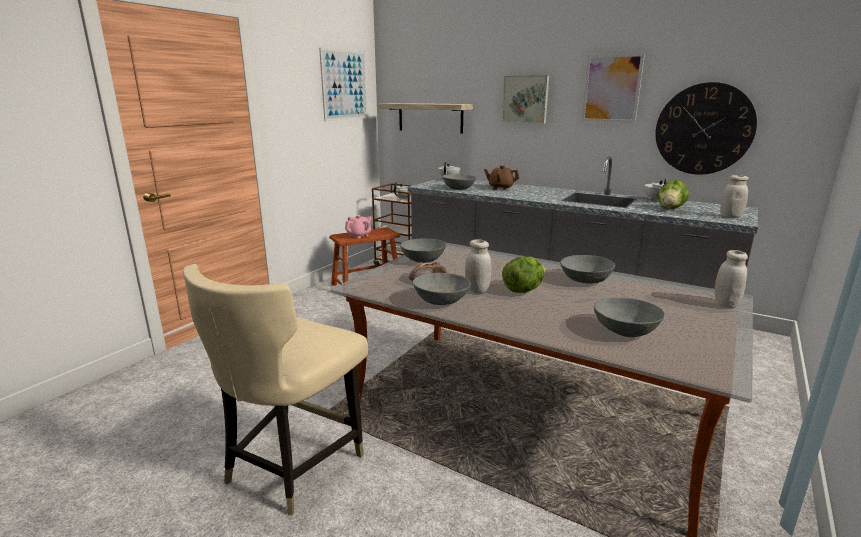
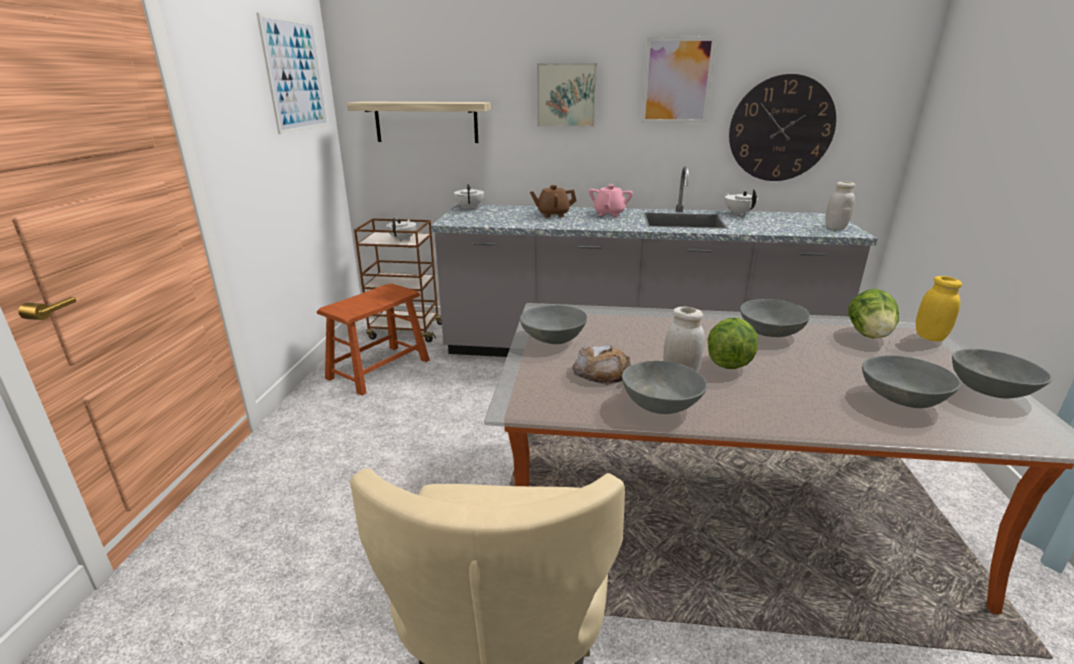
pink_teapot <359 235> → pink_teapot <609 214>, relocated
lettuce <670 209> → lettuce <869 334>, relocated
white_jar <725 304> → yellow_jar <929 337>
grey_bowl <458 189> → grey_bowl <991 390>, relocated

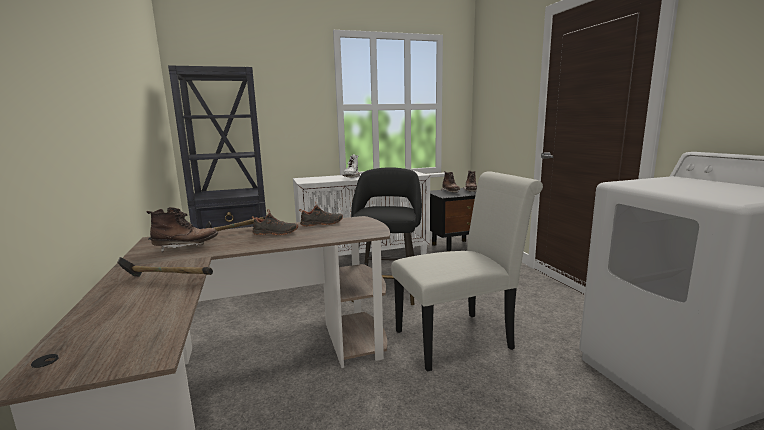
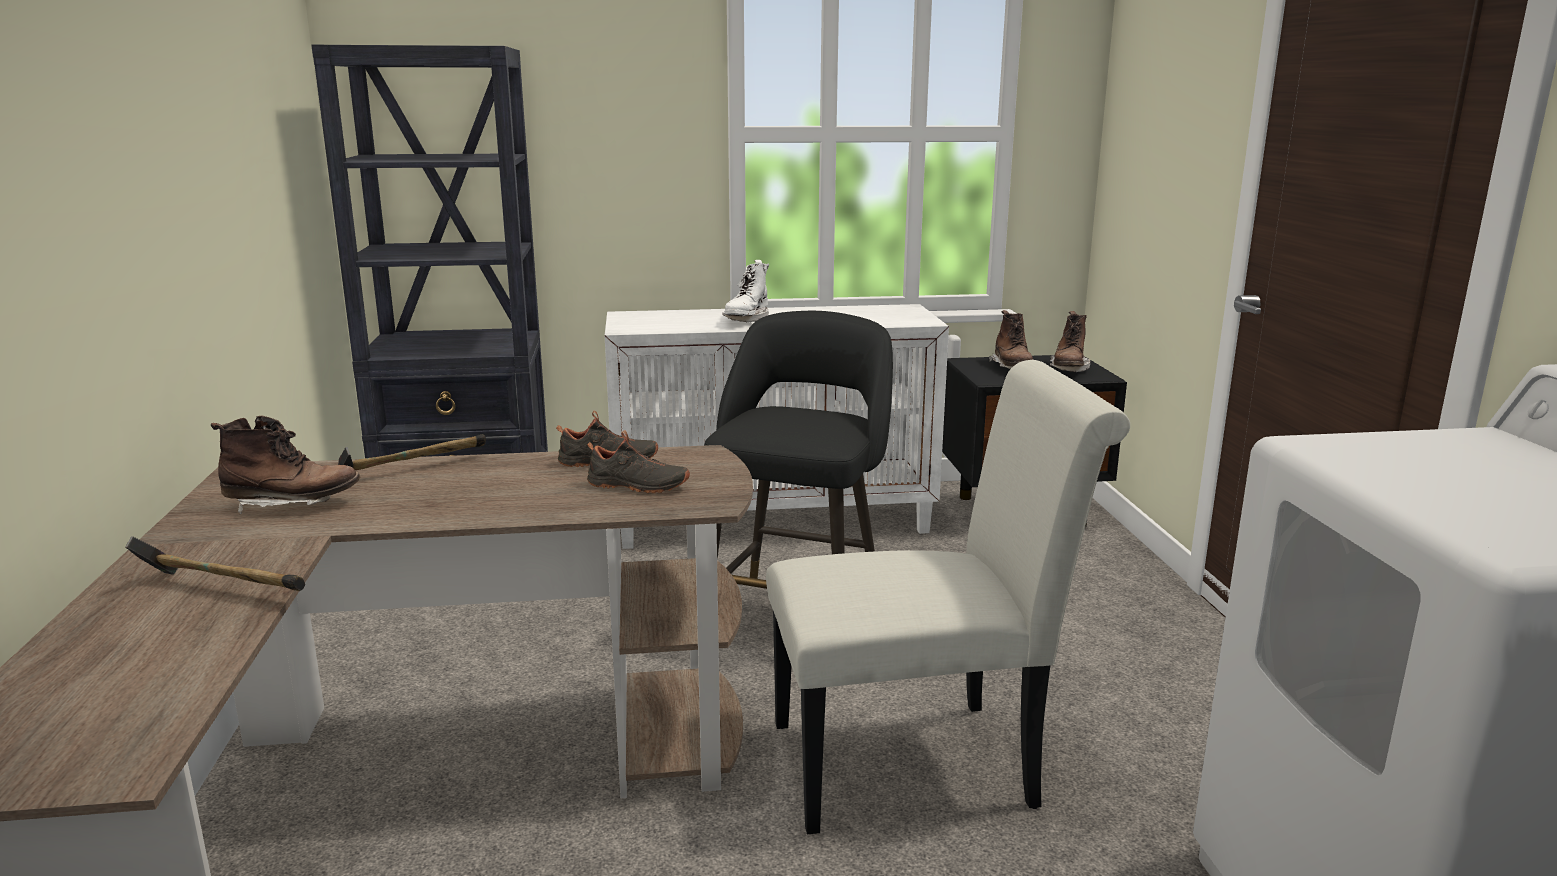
black_shoe <275 233> → black_shoe <637 487>, relocated

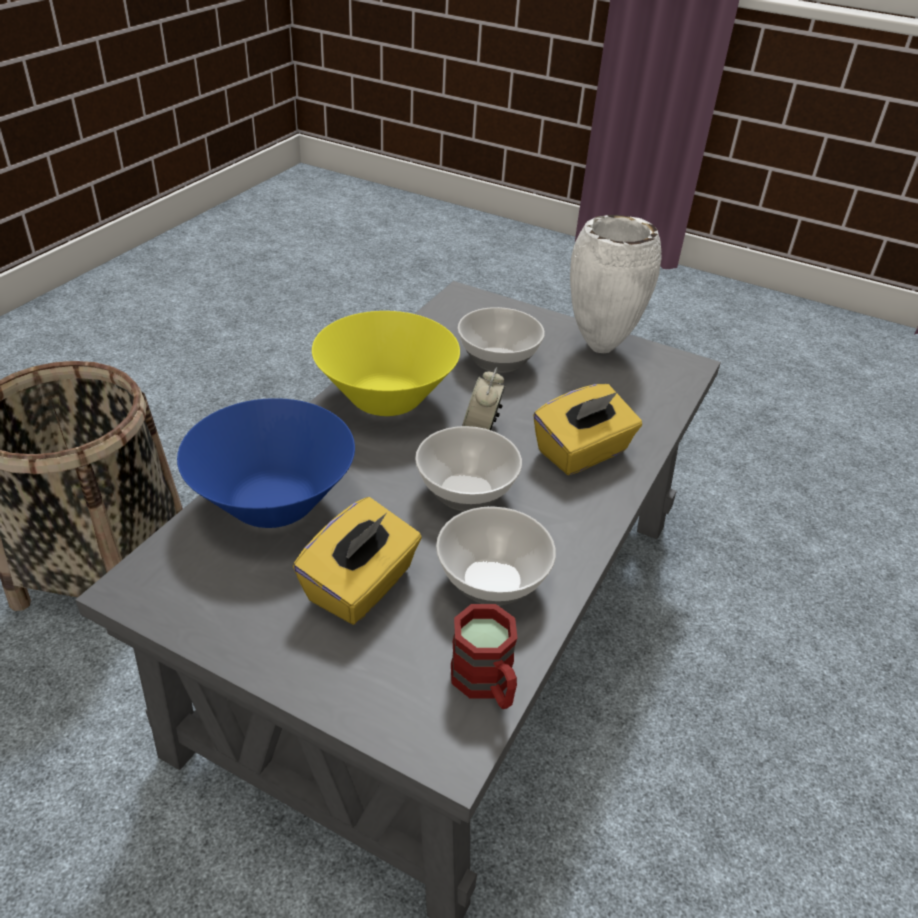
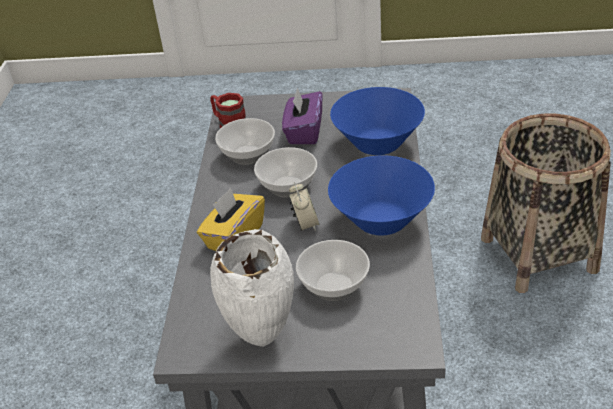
yellow_tissue_box <361 586> → purple_tissue_box <304 132>
yellow_bowl <387 398> → blue_bowl <381 221>

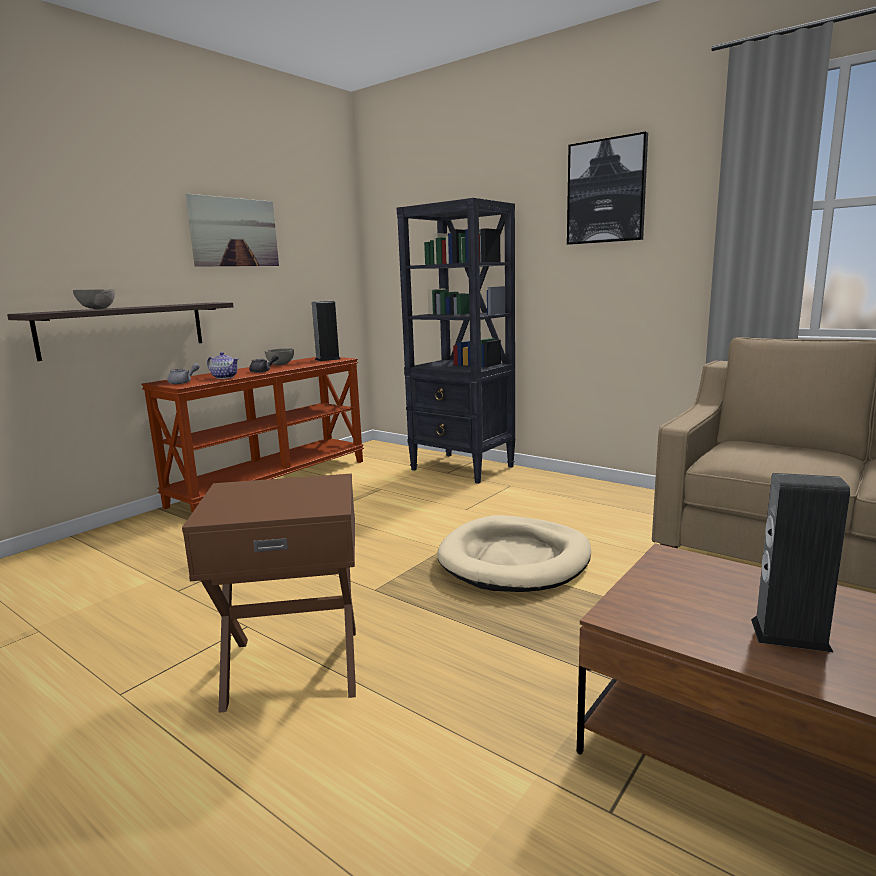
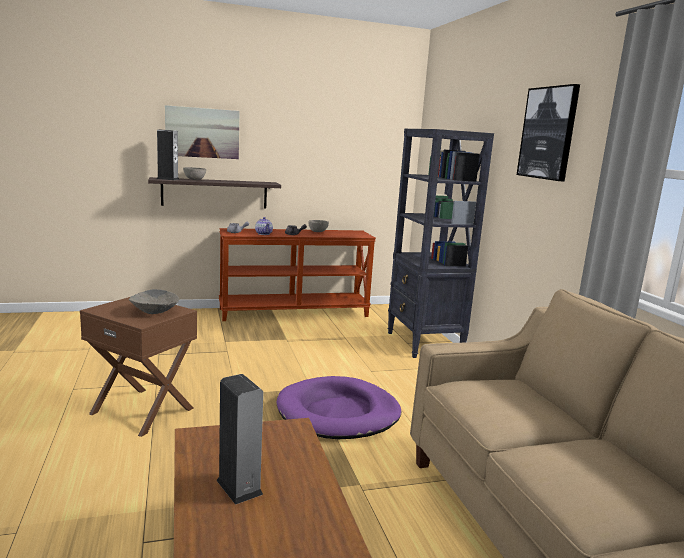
- → grey_bowl <154 312>
speaker <327 359> → speaker <168 179>, relocated
picture <234 232> → picture <202 133>, relocated
beige_dog_bed <515 559> → purple_dog_bed <338 413>

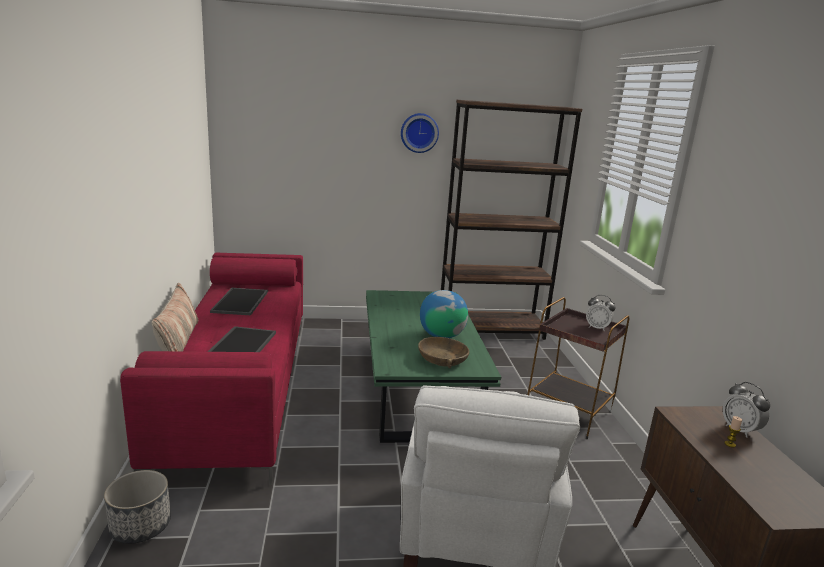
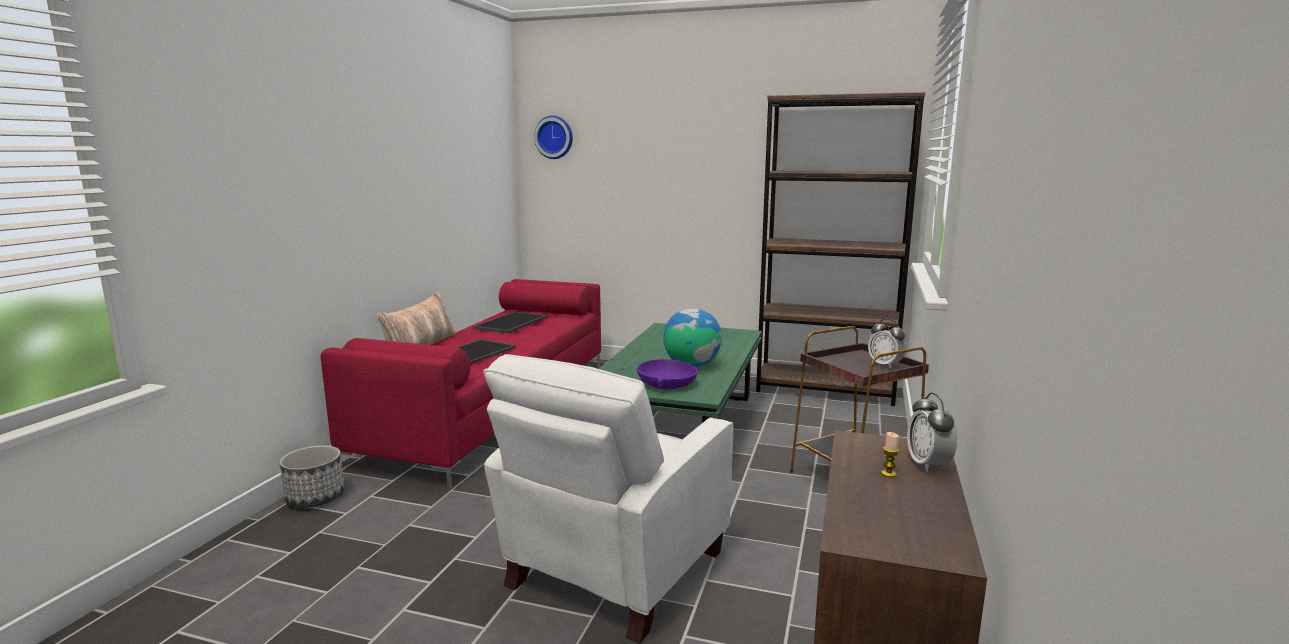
wall_clock <419 133> → wall_clock <554 137>, relocated
brown_bowl <443 359> → purple_bowl <667 383>

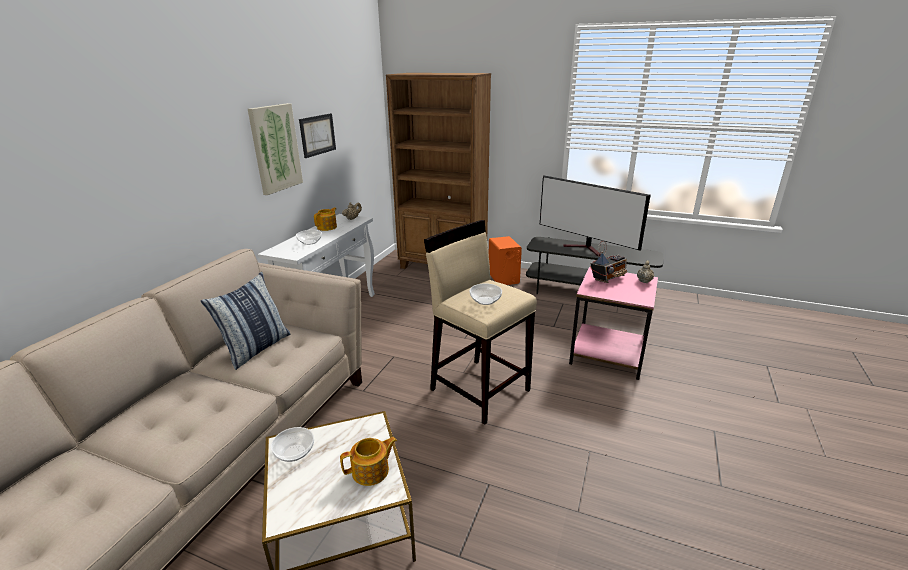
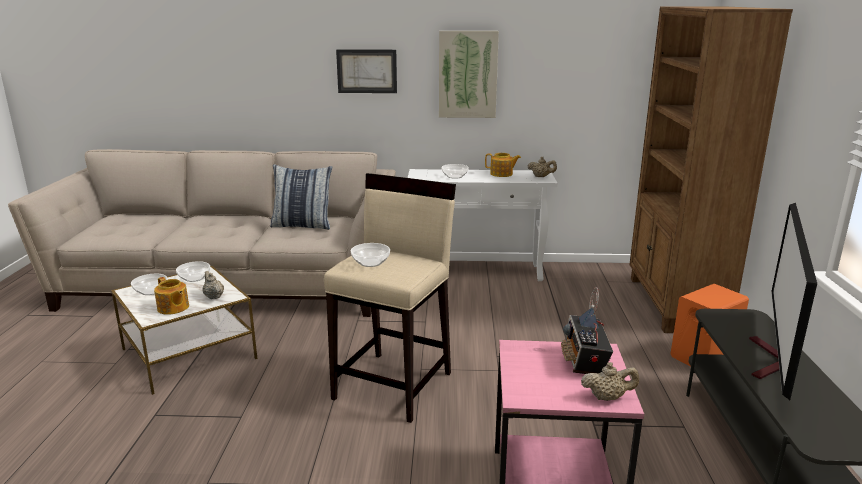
- → bowl <150 291>
- → beige_teapot <213 296>
picture <317 135> → picture <367 71>, relocated
radio <608 278> → radio <584 362>, 60 degrees clockwise

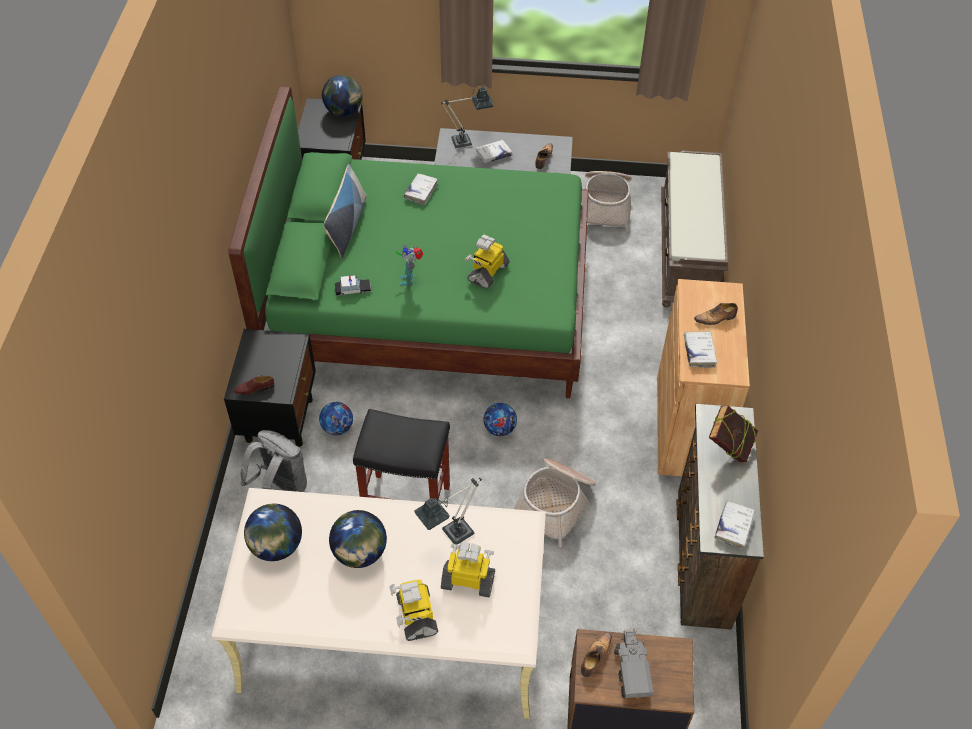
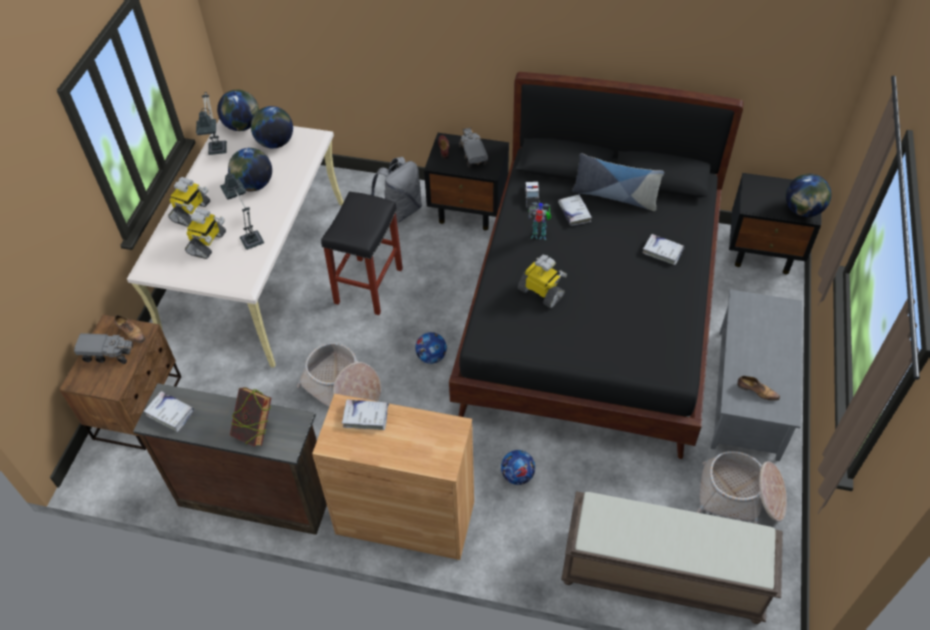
toy_robot <415 615> → toy_robot <191 212>, 120 degrees clockwise
table_lamp <466 141> → table_lamp <217 152>, relocated
- → globe <242 126>
green_bed <429 303> → black_bed <591 316>
- → toy_truck <472 155>
football <337 428> → football <517 475>, relocated
white_book <493 155> → white_book <574 213>, relocated
shoe <716 318> → -

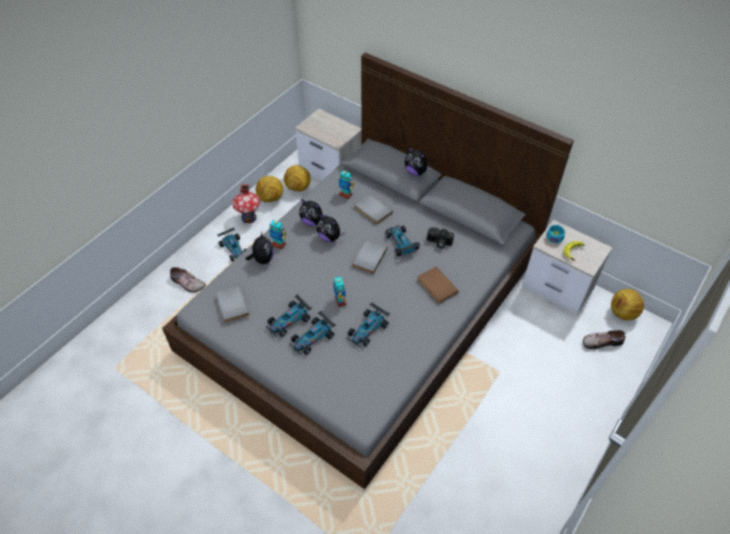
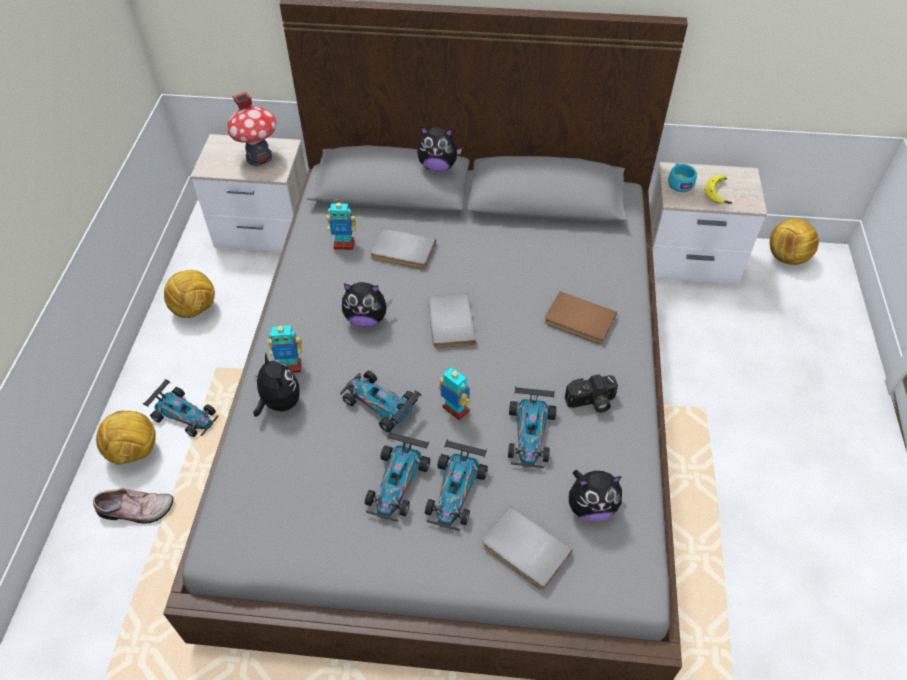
football <298 188> → football <135 451>, relocated
toy_house <249 218> → toy_house <259 157>, relocated
toy_car <401 243> → toy_car <380 404>, relocated
grey_book <230 305> → grey_book <524 551>, relocated
photo_camera <439 242> → photo_camera <591 402>, relocated
plush_toy <312 221> → plush_toy <591 506>, relocated
shoe <601 341> → -

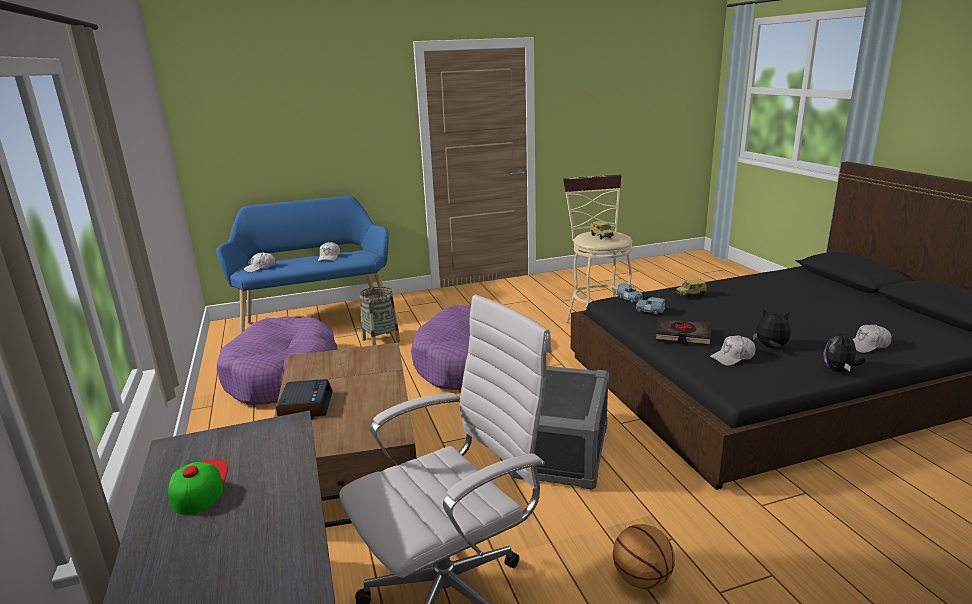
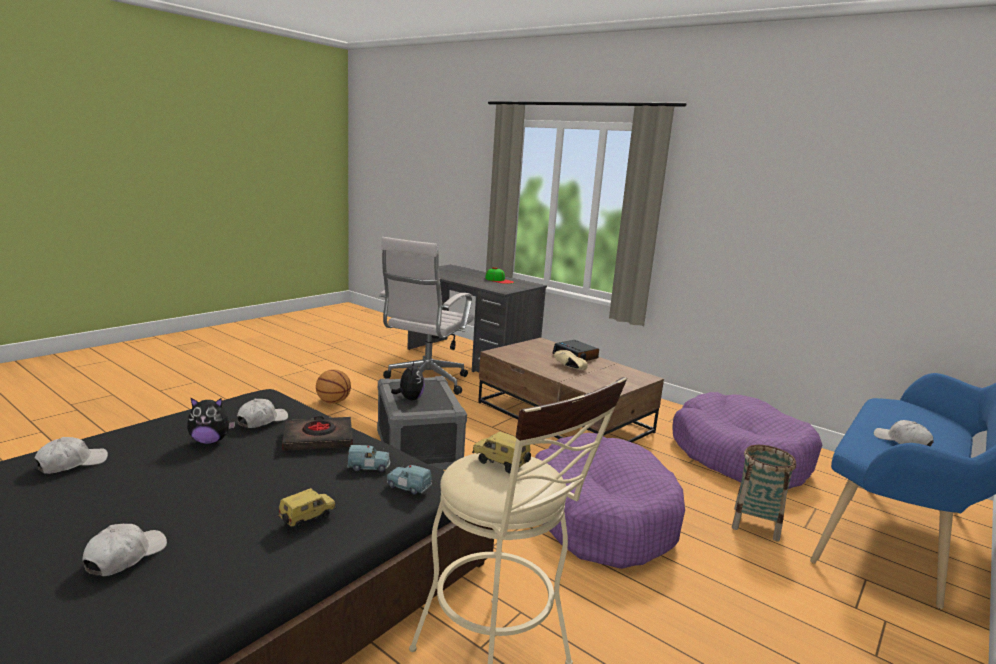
white_cap <260 268> → white_cap <125 556>, relocated
plush_toy <839 370> → plush_toy <409 399>, relocated
- → beige_shoe <568 367>

